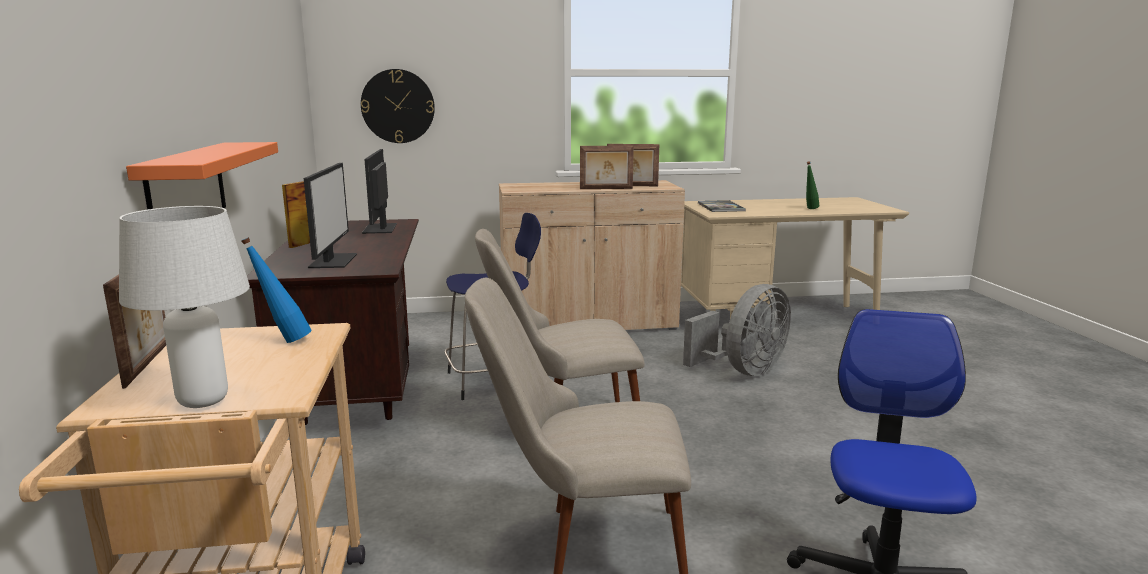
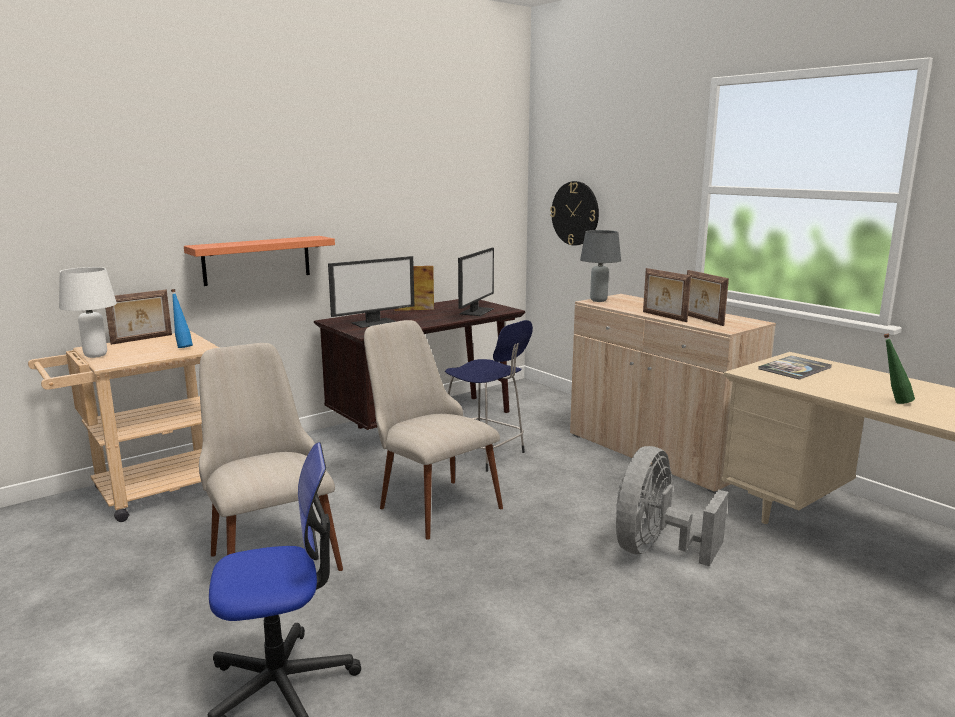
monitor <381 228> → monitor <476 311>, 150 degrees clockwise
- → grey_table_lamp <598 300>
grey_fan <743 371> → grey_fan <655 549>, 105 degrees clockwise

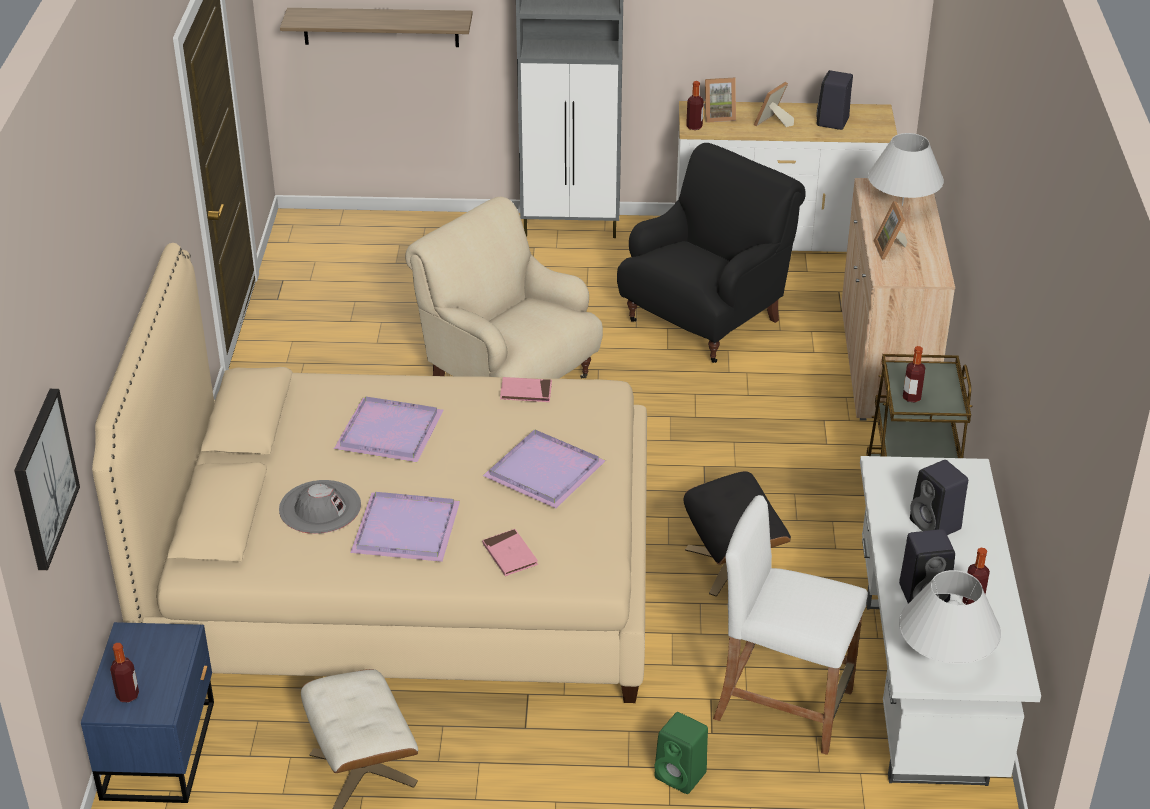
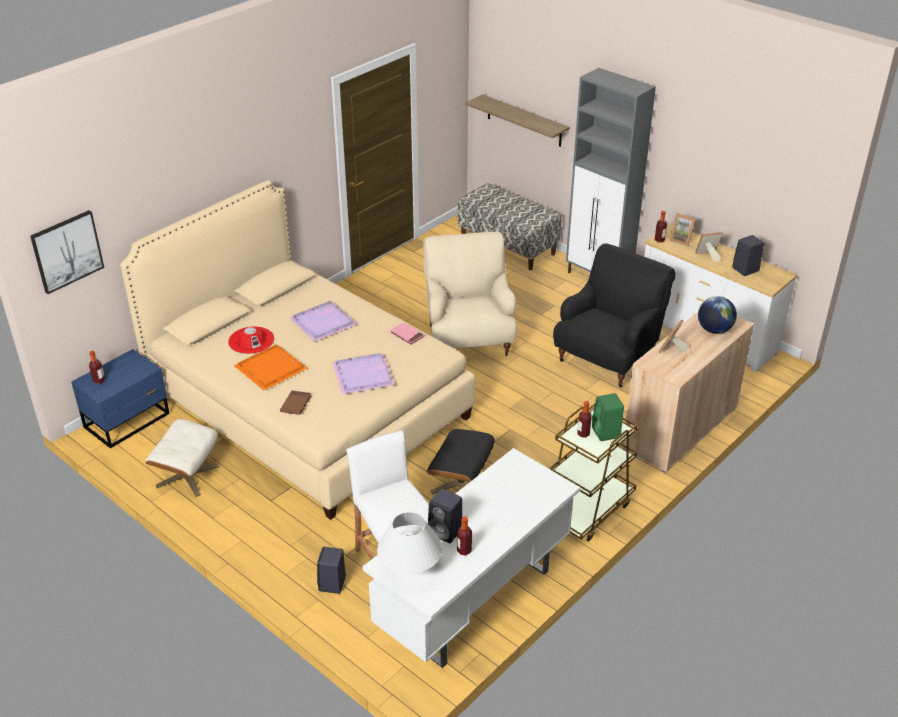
grey_hat <320 507> → red_hat <251 340>
purple_tray <408 528> → orange_tray <272 369>
pink_book <510 555> → brown_book <296 404>
black_speaker <936 525> → black_speaker <332 584>, relocated
- → bench <508 245>
black_armchair <706 320> → black_armchair <608 358>, 45 degrees counterclockwise
green_speaker <682 776> → green_speaker <606 433>, relocated
white_table_lamp <902 205> → globe <714 330>

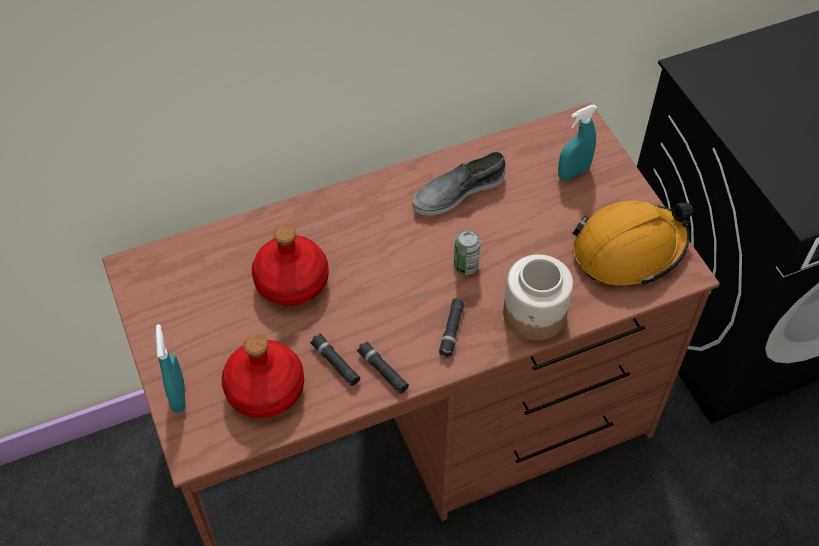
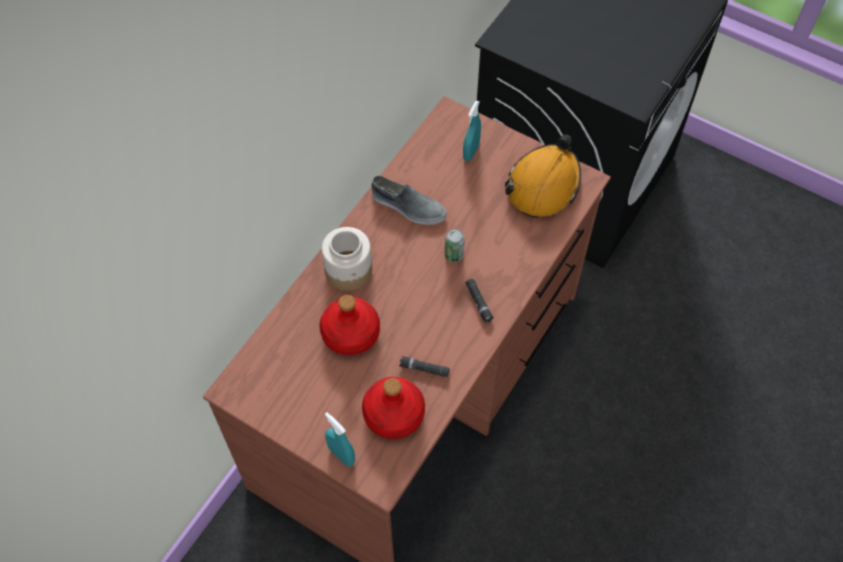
jar <535 315> → jar <349 271>, relocated
grey_shoe <458 191> → grey_shoe <408 206>, 90 degrees counterclockwise
black_flashlight <382 370> → -

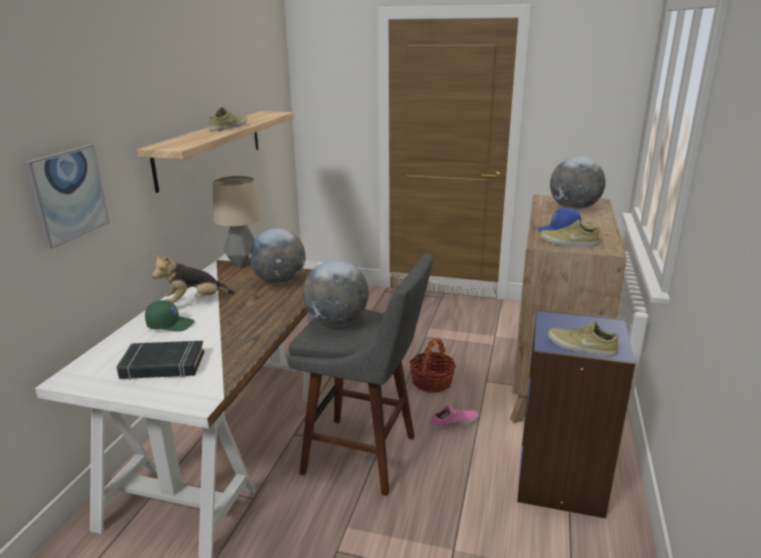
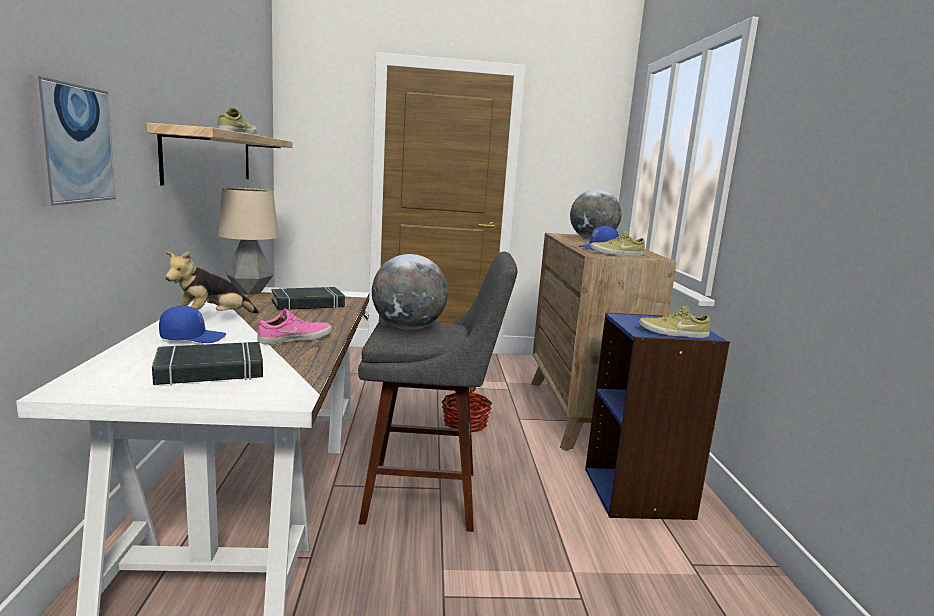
green_cap <171 324> → blue_cap <193 338>
pink_shoe <454 422> → pink_shoe <295 338>, relocated
globe <279 281> → black_book <308 304>

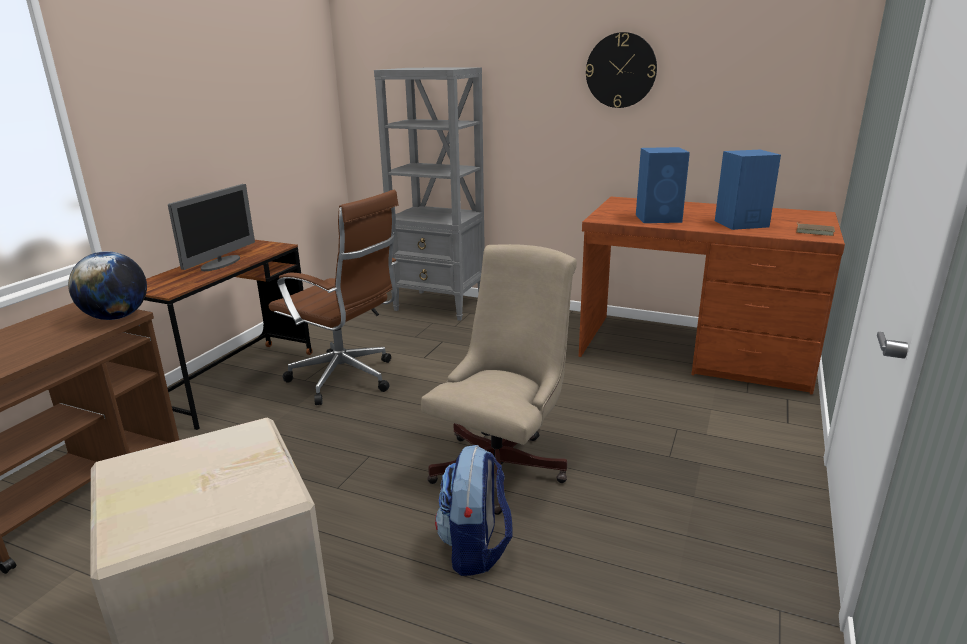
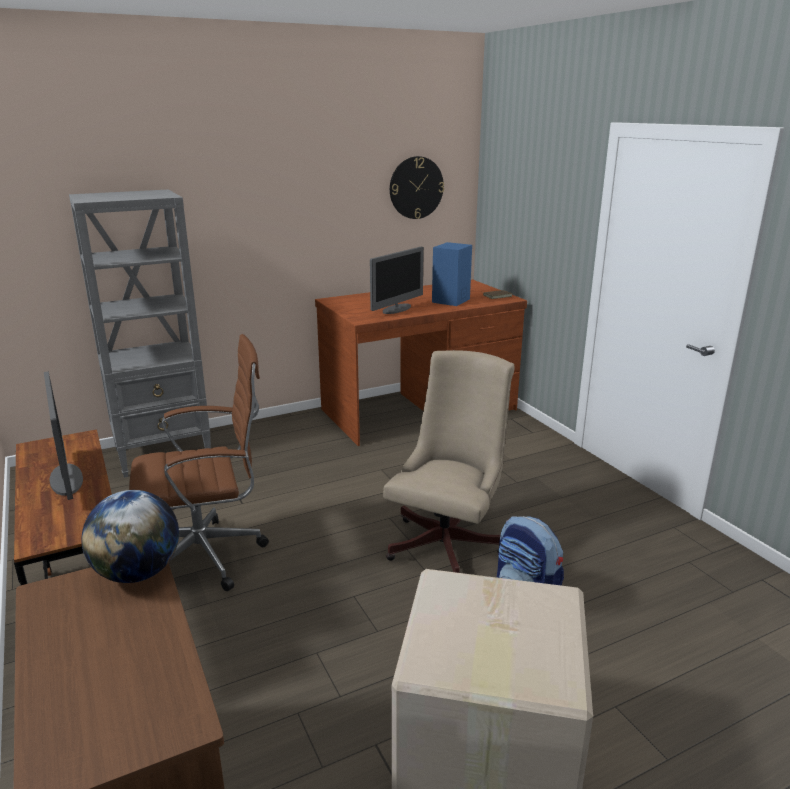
blue_speaker <659 218> → monitor <397 309>
beige_office_chair <504 465> → beige_office_chair <449 542>, 45 degrees clockwise
wall_clock <621 70> → wall_clock <416 188>, relocated

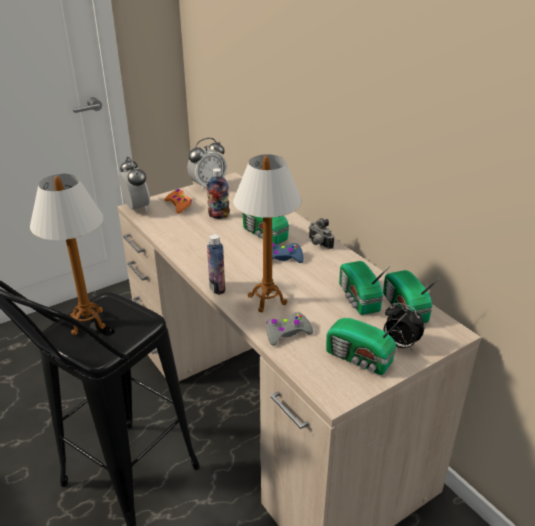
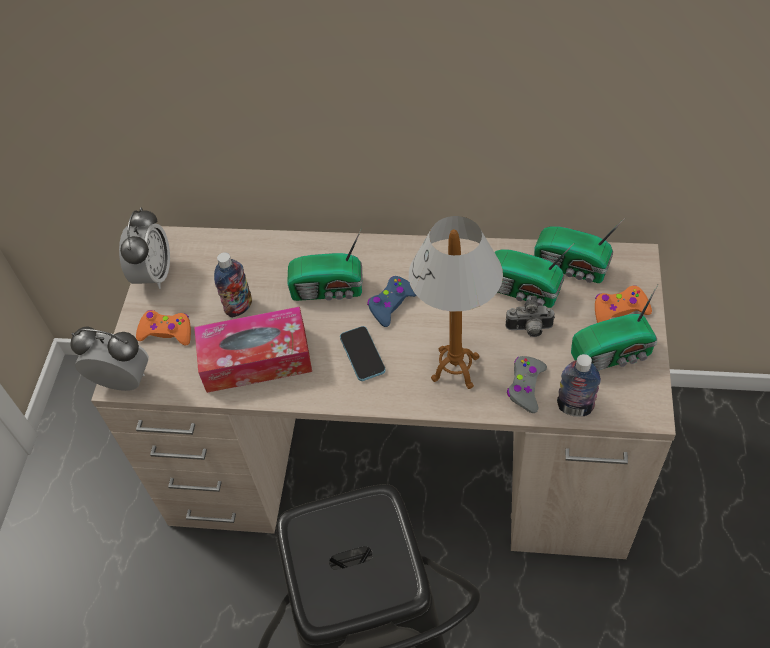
- → tissue_box <256 359>
- → phone <362 354>
photo_camera <318 244> → photo_camera <529 330>, relocated
bottle <217 288> → bottle <574 408>, relocated
alarm_clock <399 344> → orange_game_controller <619 310>
table_lamp <88 322> → -

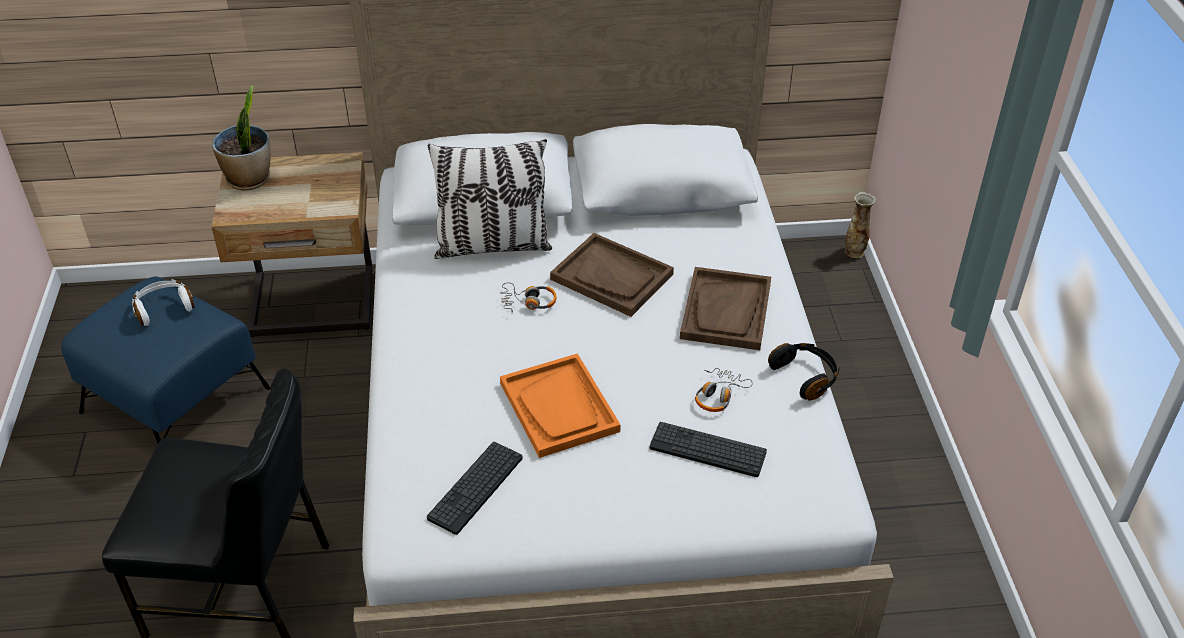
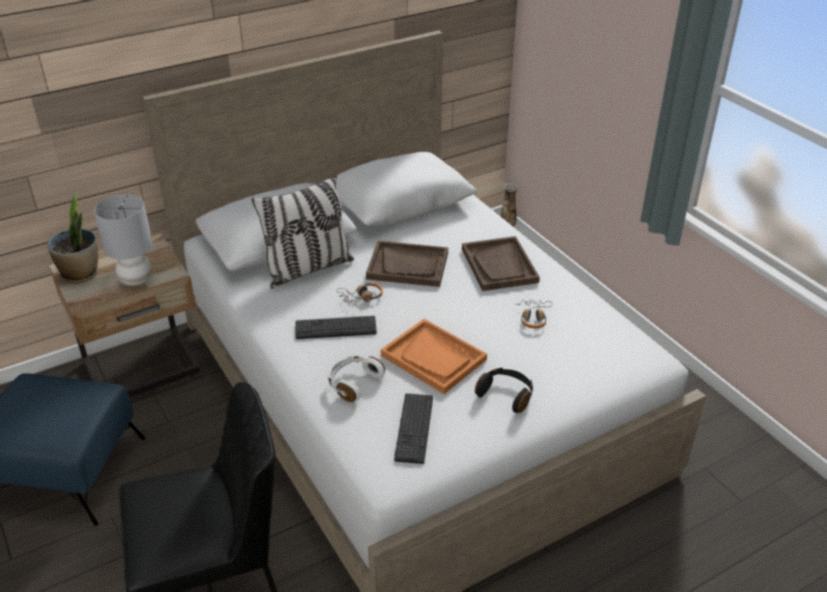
- → grey_table_lamp <136 279>
keyboard <707 450> → keyboard <335 328>, relocated
white_headphones <163 308> → white_headphones <354 383>, relocated
black_headphones <805 376> → black_headphones <506 395>, relocated

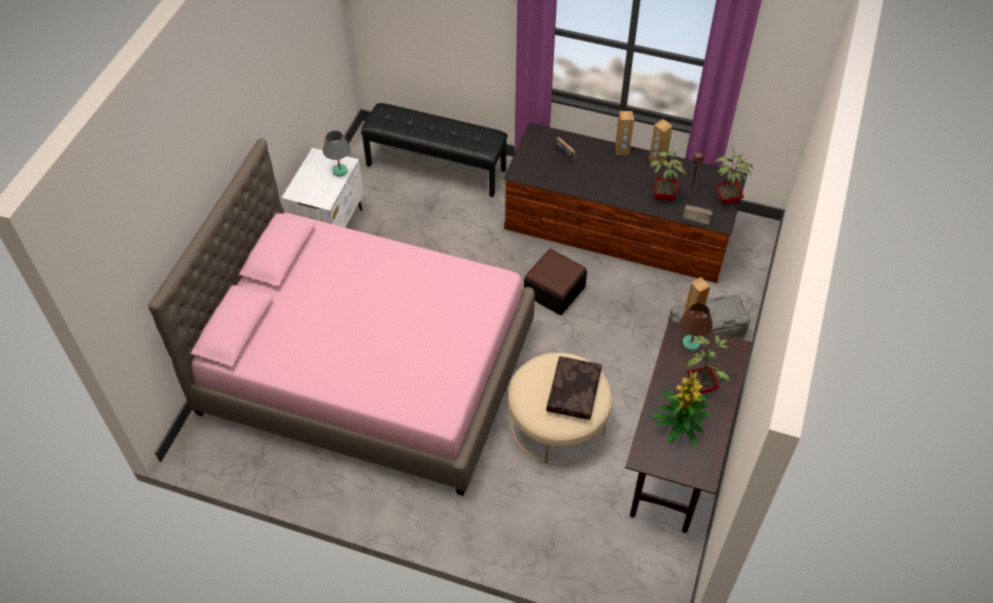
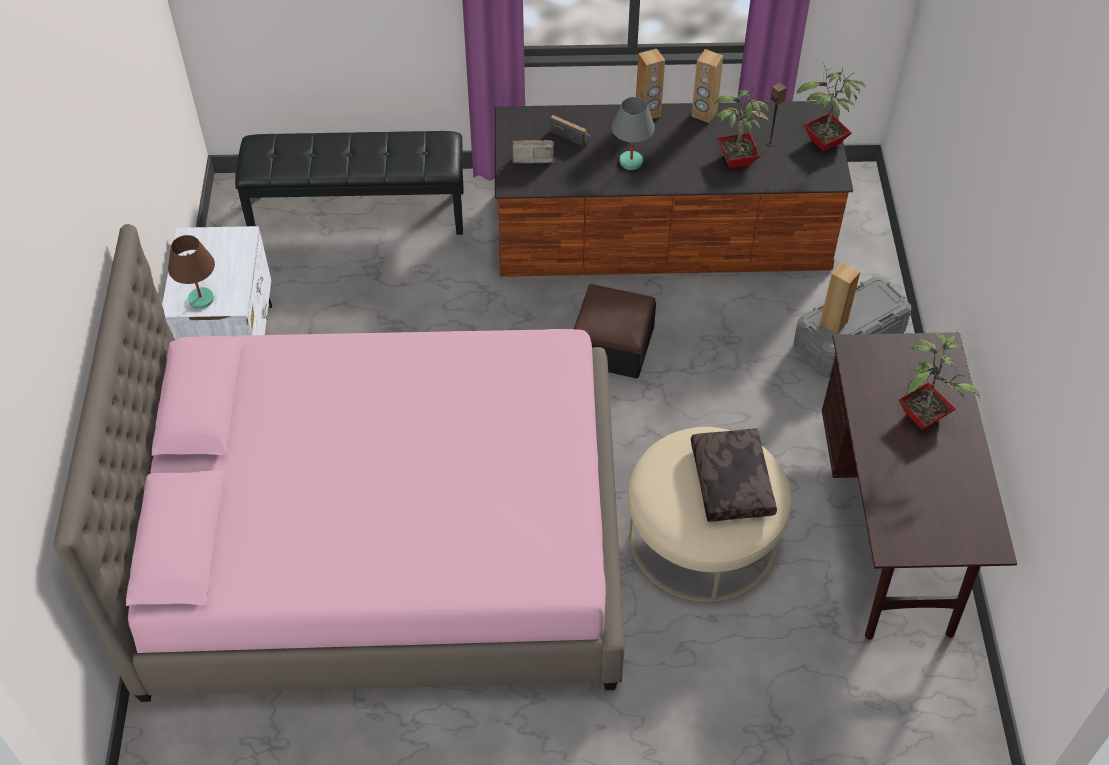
brown_table_lamp <691 343> → brown_table_lamp <201 299>, relocated
radio <696 217> → radio <531 157>, relocated
grey_table_lamp <339 171> → grey_table_lamp <630 161>, relocated
potted_plant <680 423> → -

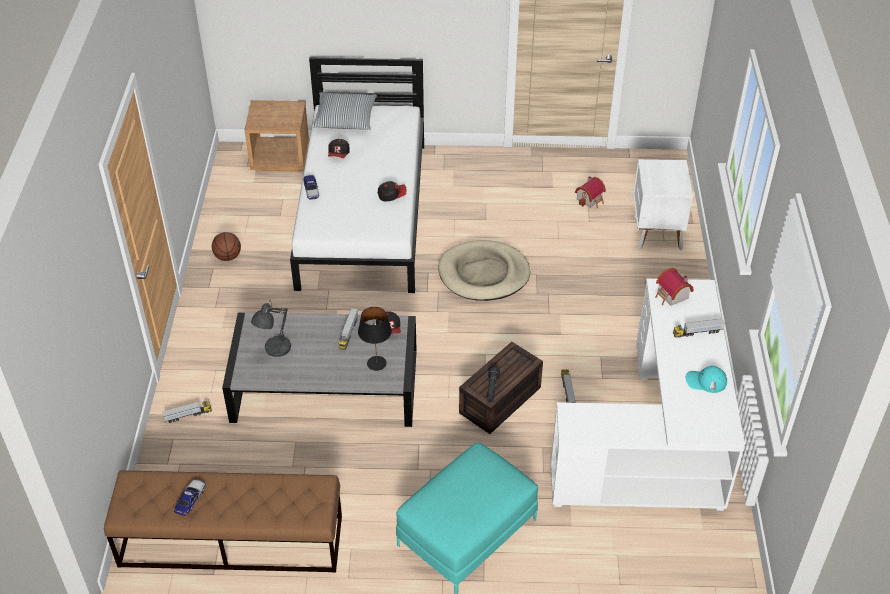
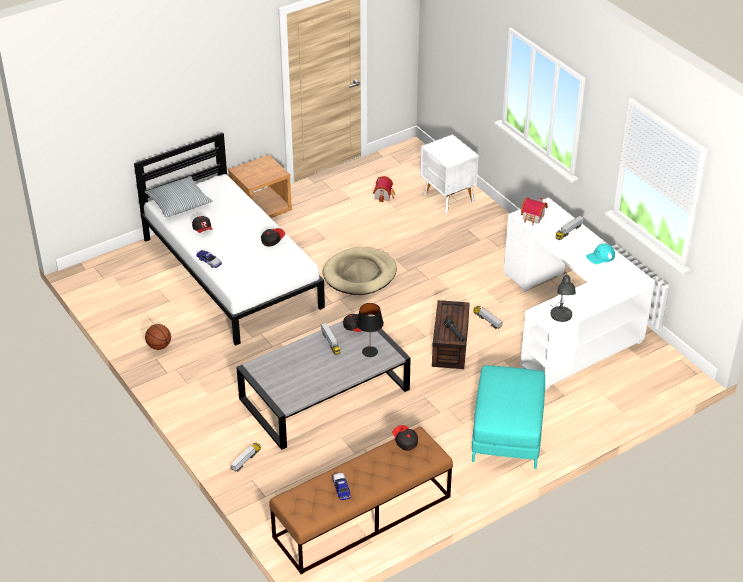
brown_nightstand <281 158> → brown_nightstand <261 209>, relocated
- → cap <405 441>
grey_table_lamp <275 349> → grey_table_lamp <561 317>, relocated

